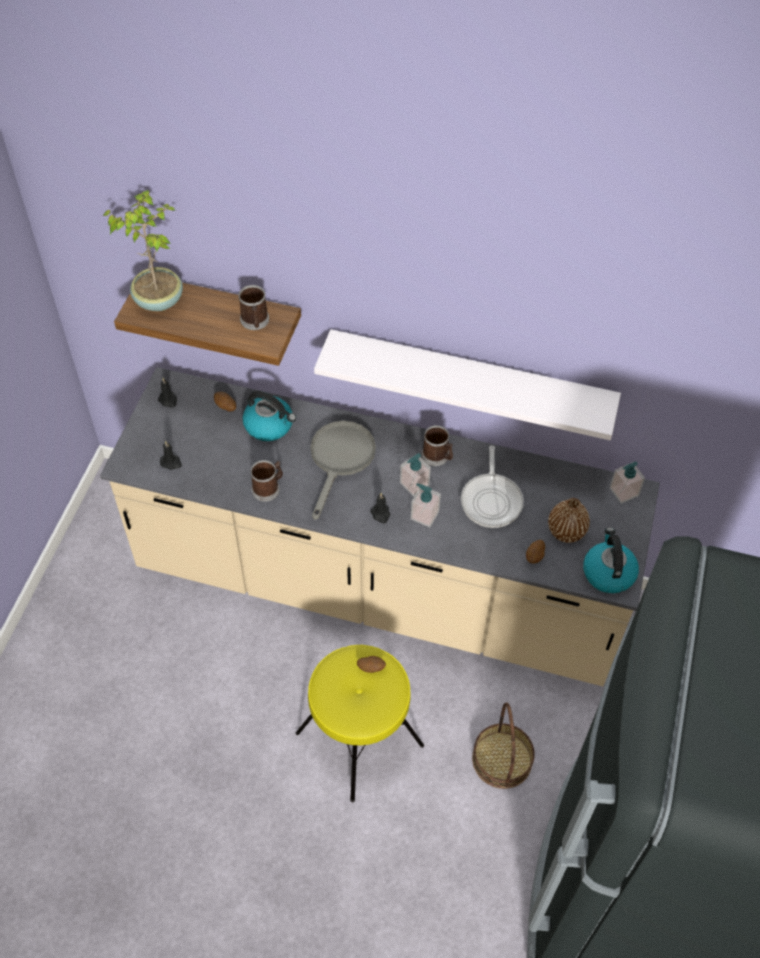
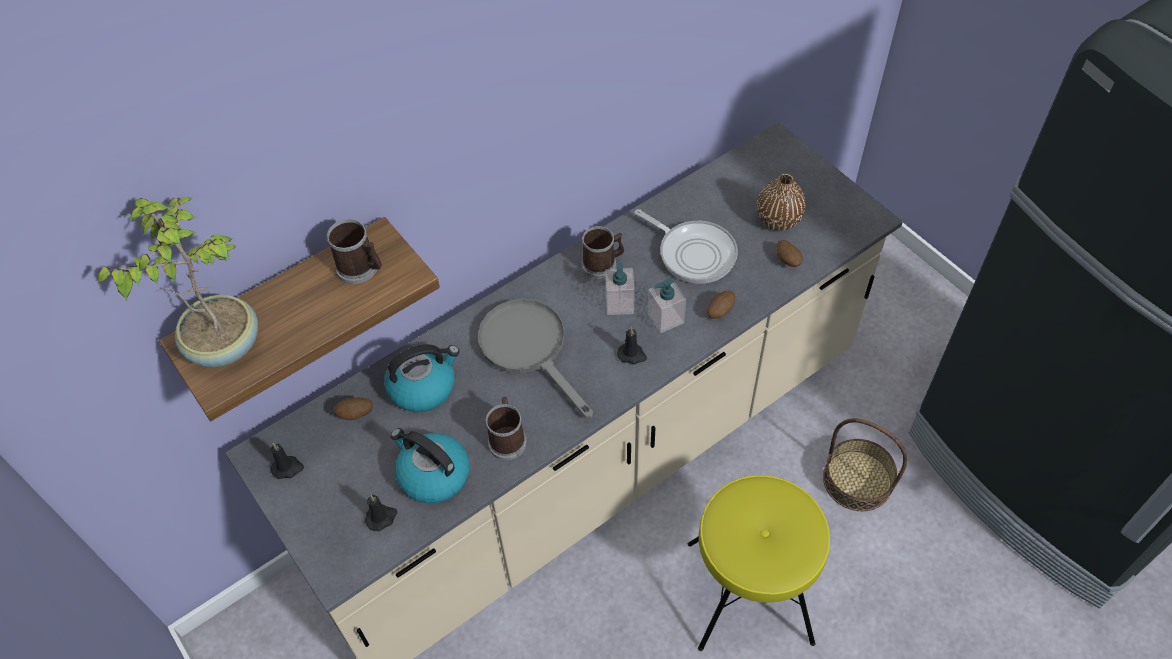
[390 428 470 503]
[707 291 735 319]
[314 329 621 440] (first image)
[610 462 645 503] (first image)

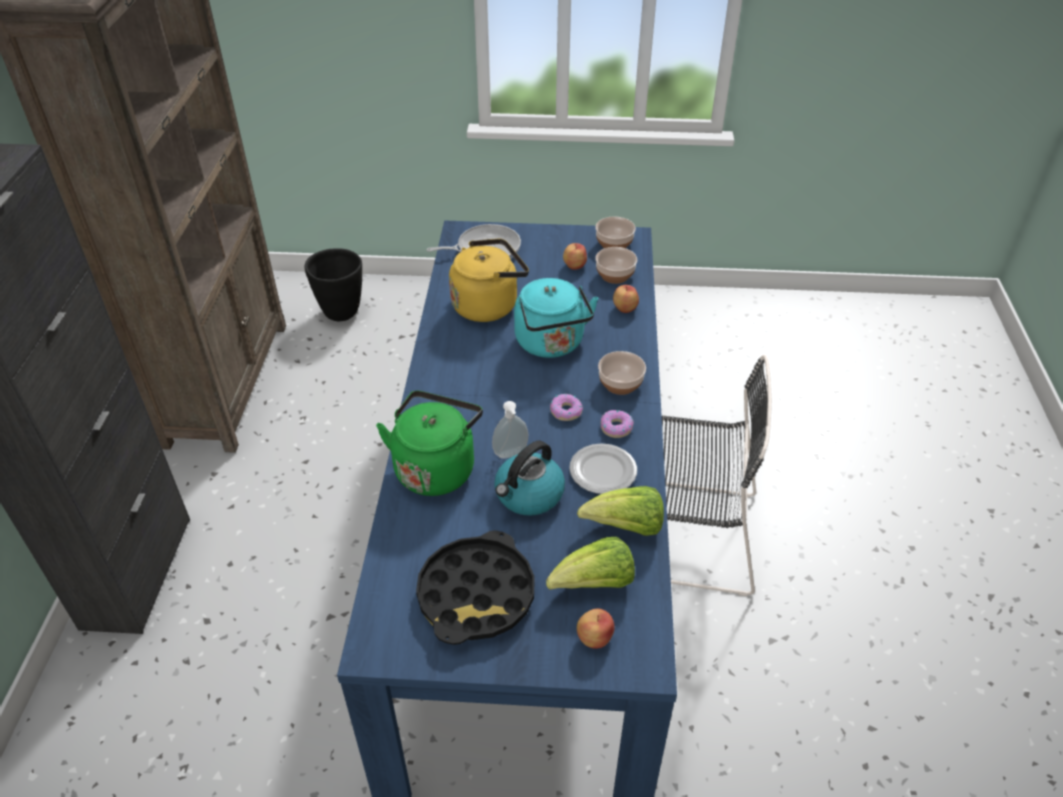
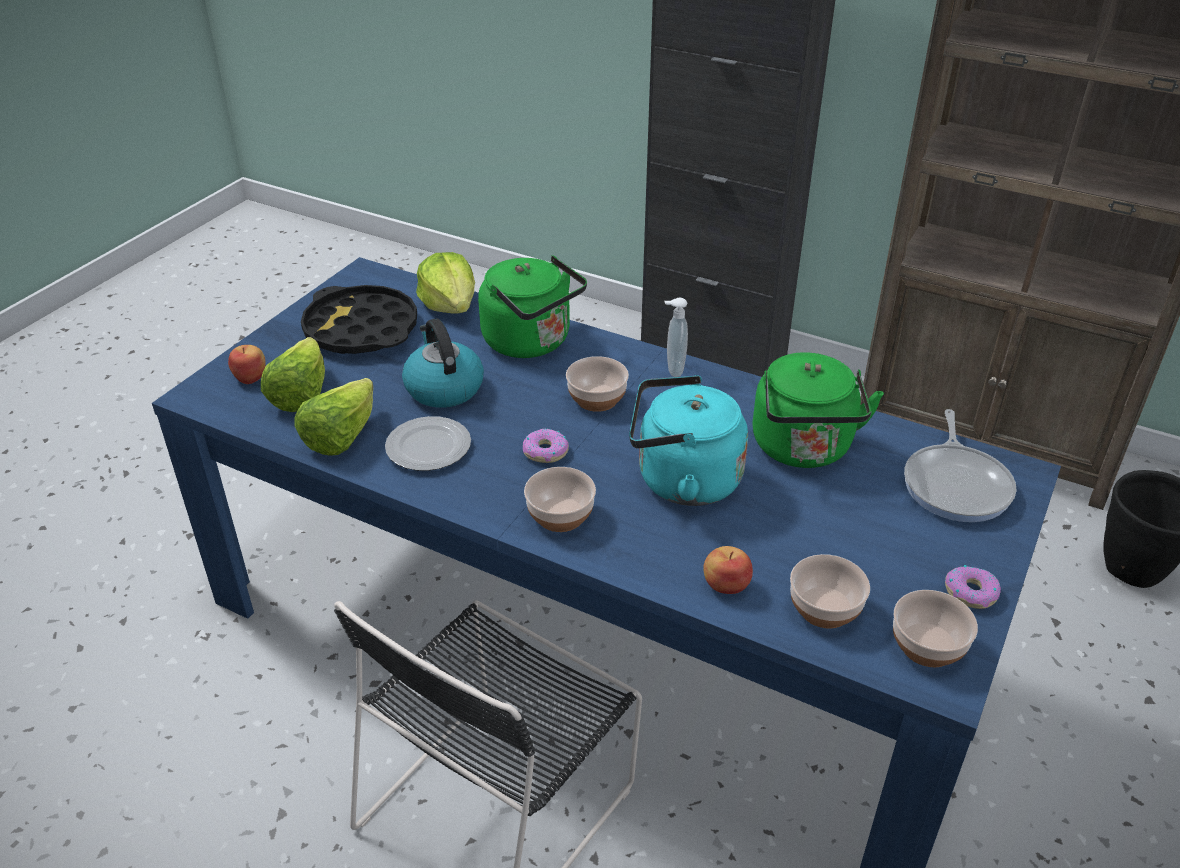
[416 252 475 313]
[566 356 629 412]
[664 298 688 377]
[753 352 884 468]
[945 565 1001 609]
[563 243 587 270] (first image)

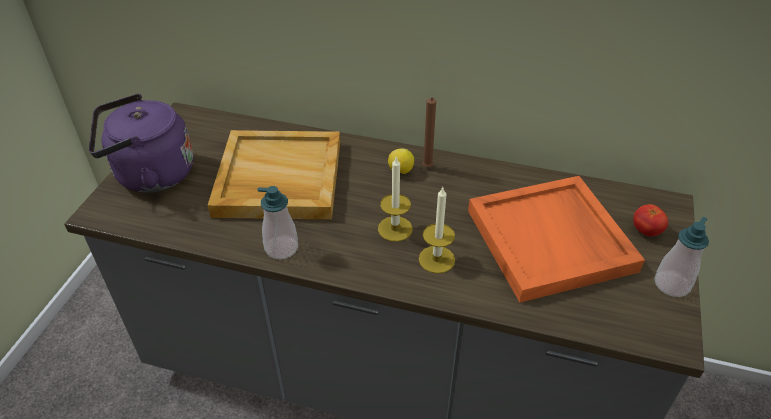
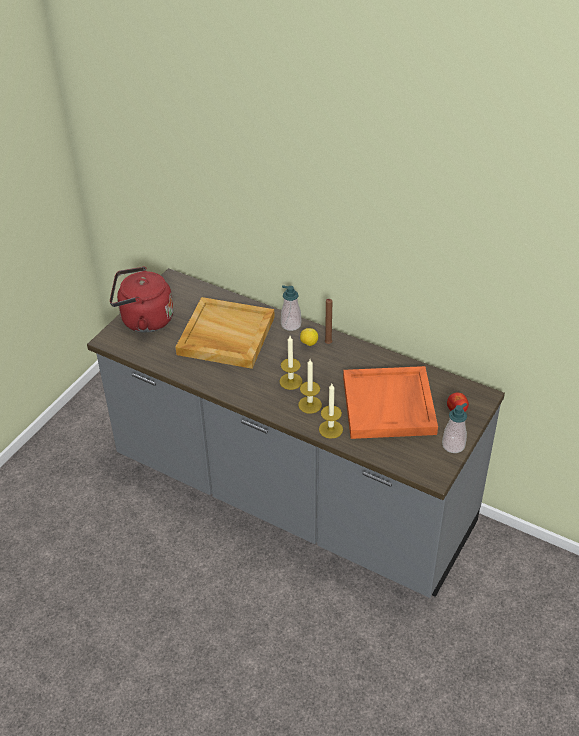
[110 267 173 333]
[281 285 301 331]
[319 384 343 439]

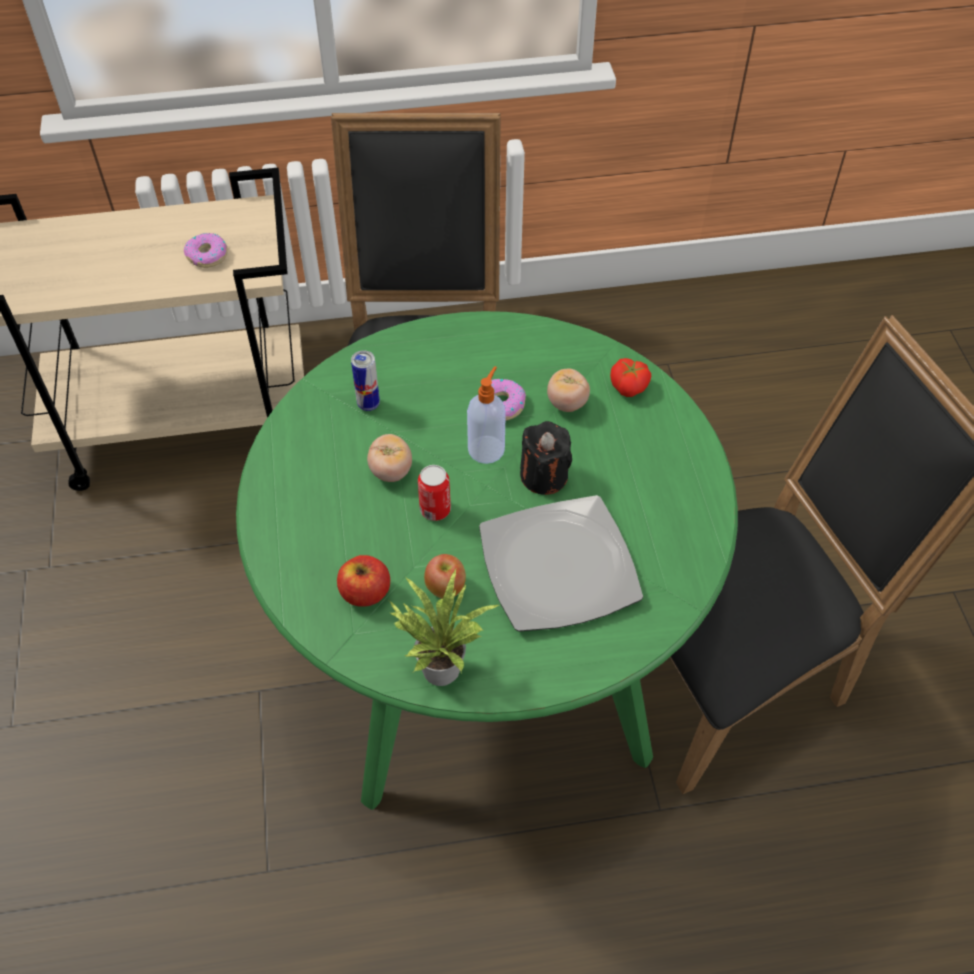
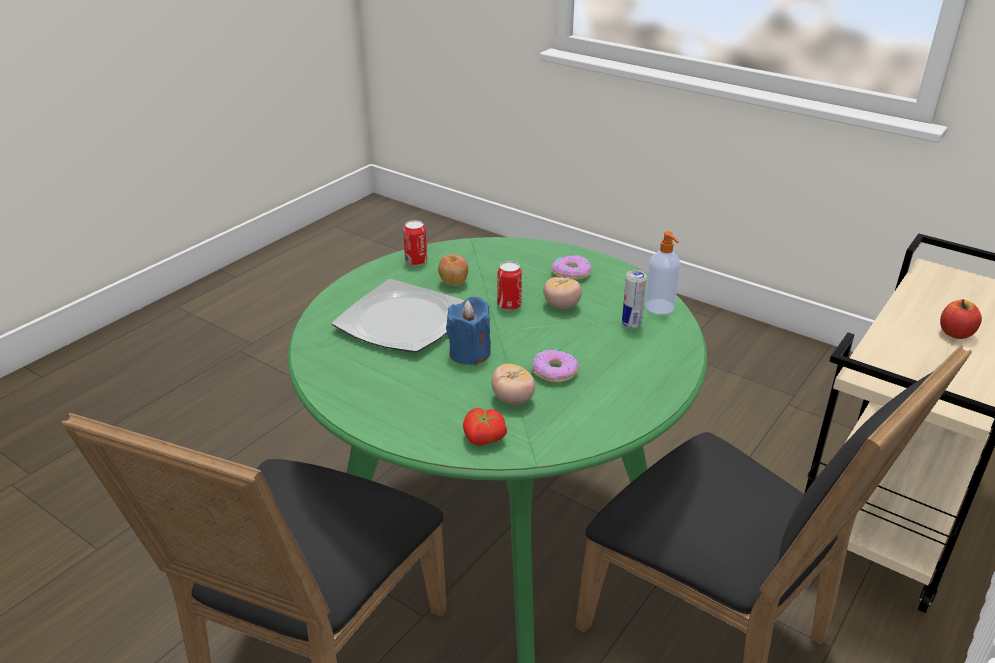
[403 220 427 266]
[446 297 491 365]
[552 255 591 280]
[645 231 680 314]
[940 299 982 339]

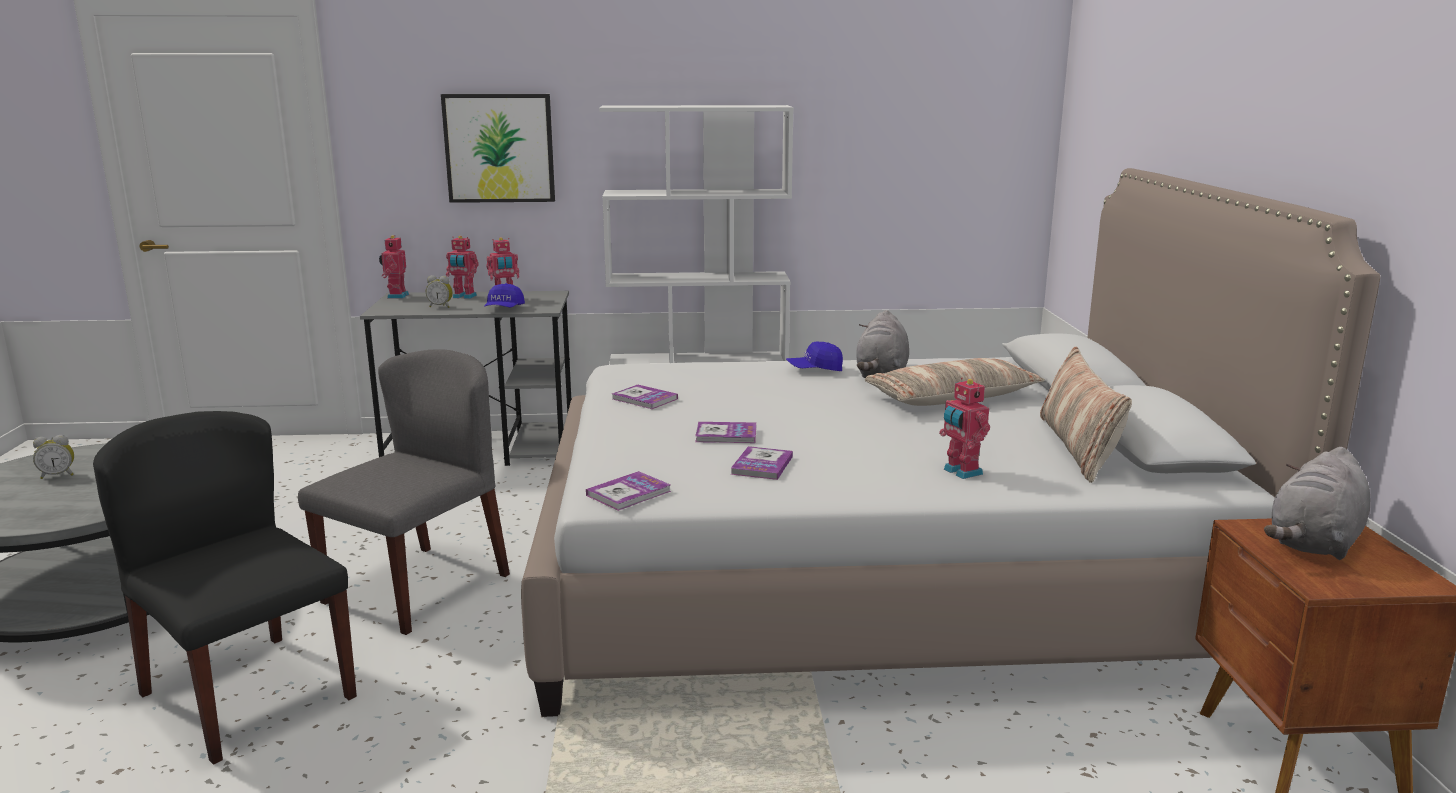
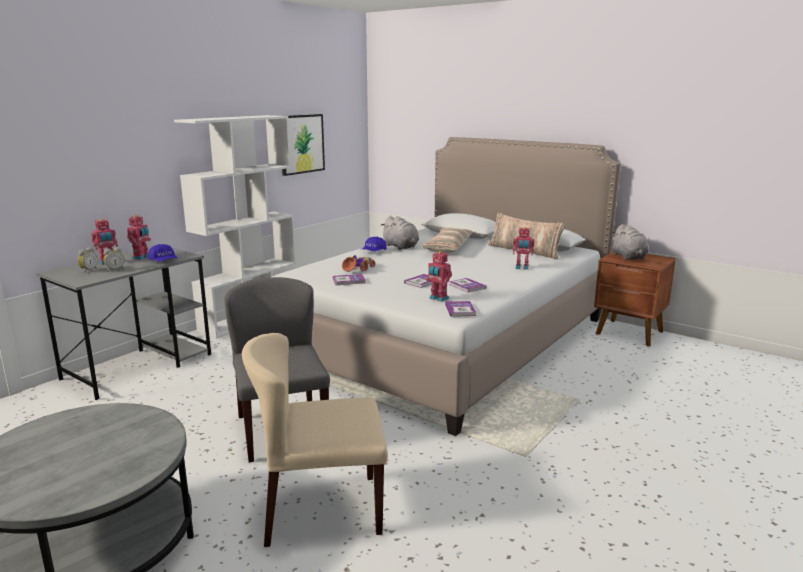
[78 247 98 273]
[242 333 388 547]
[282 114 325 176]
[342 255 375 272]
[426 251 452 302]

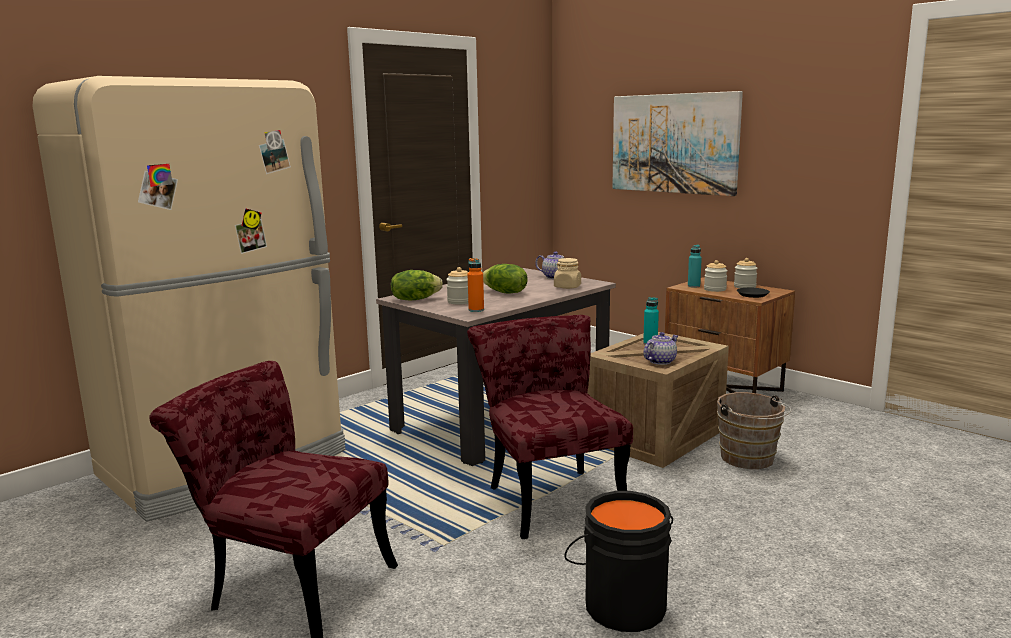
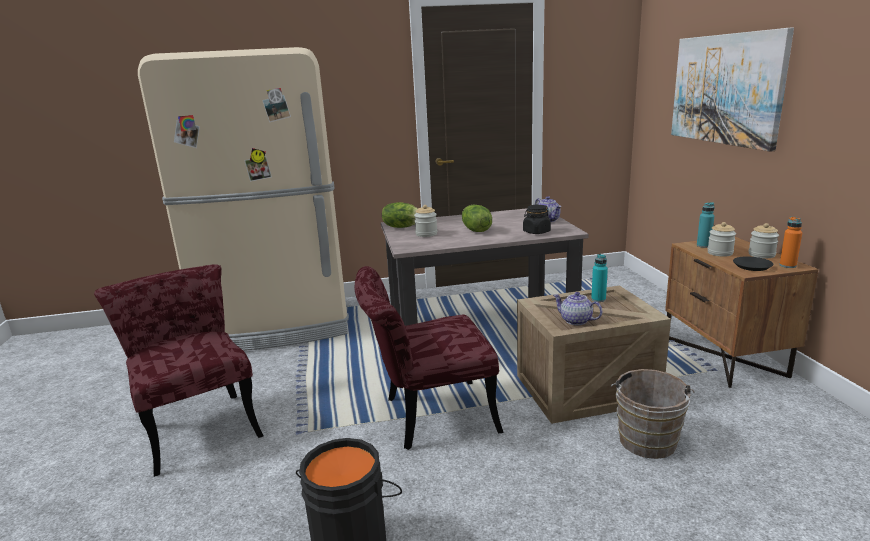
[354 266 504 450]
[523 205 551 234]
[553 292 602 325]
[779 217 802 268]

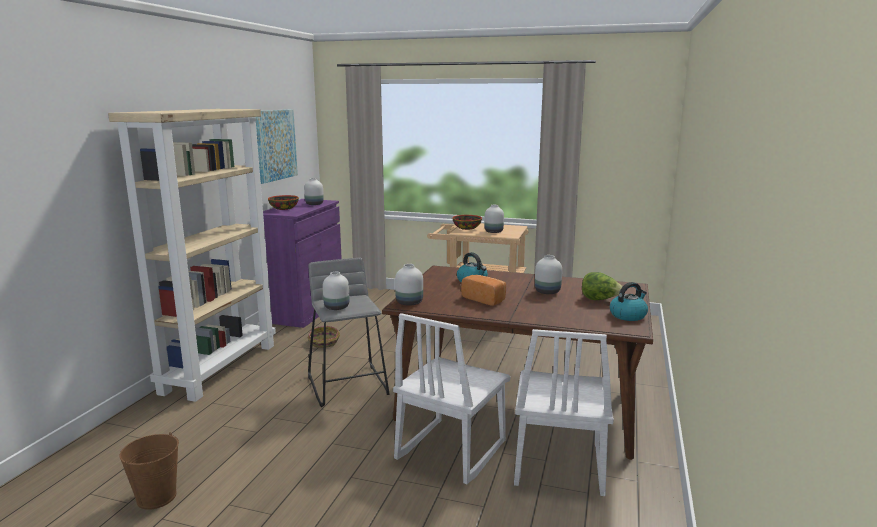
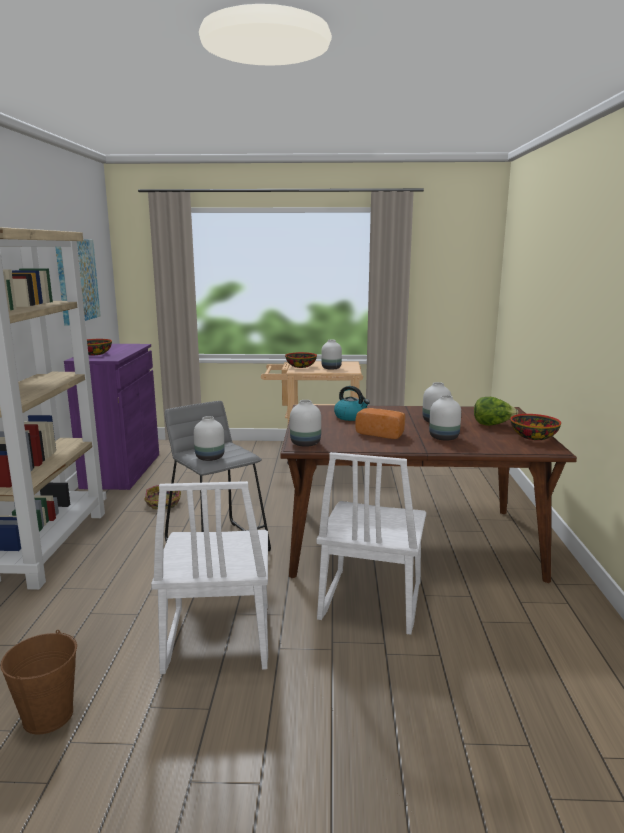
[151 481 268 674]
[429 395 461 441]
[510 414 561 440]

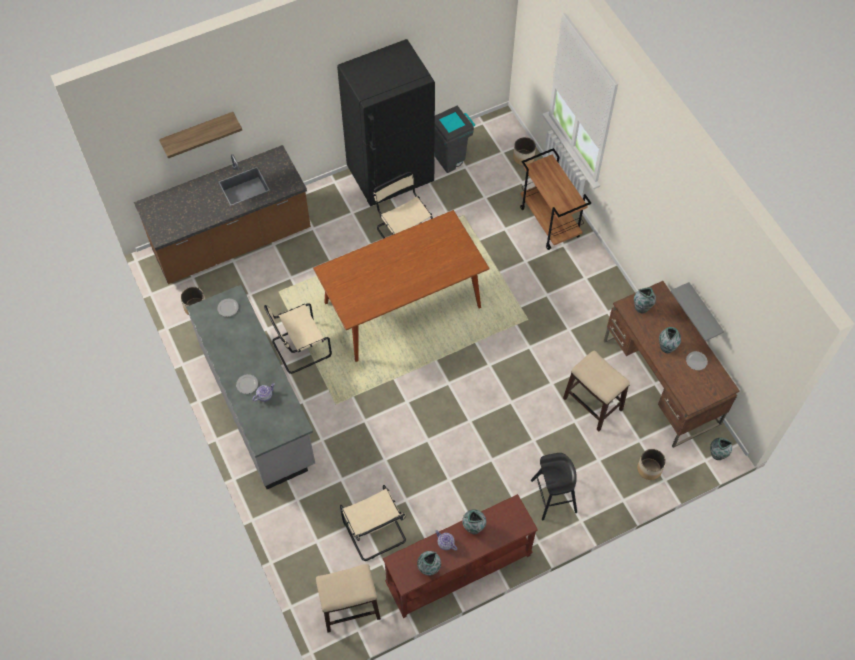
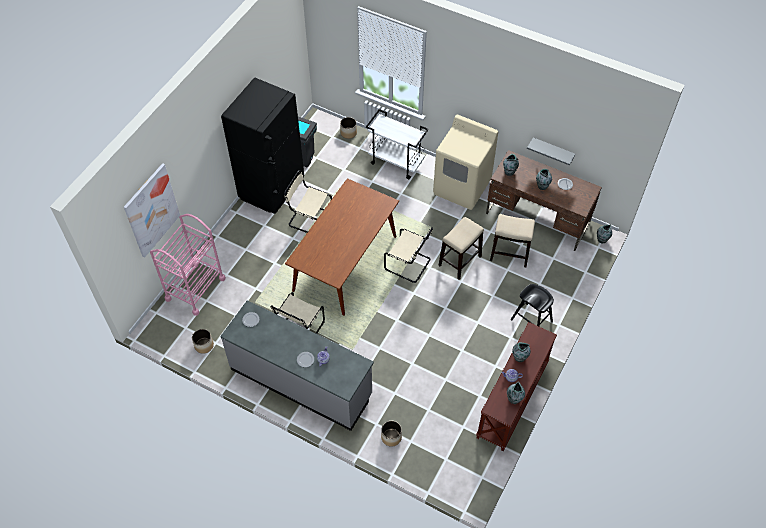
[124 163 180 258]
[150 214 226 316]
[366 109 429 179]
[381 421 402 447]
[384 228 433 283]
[433 115 498 210]
[438 217 484 279]

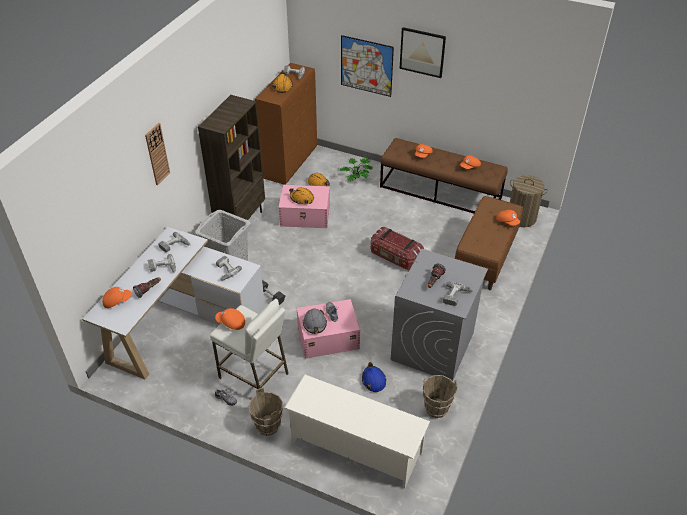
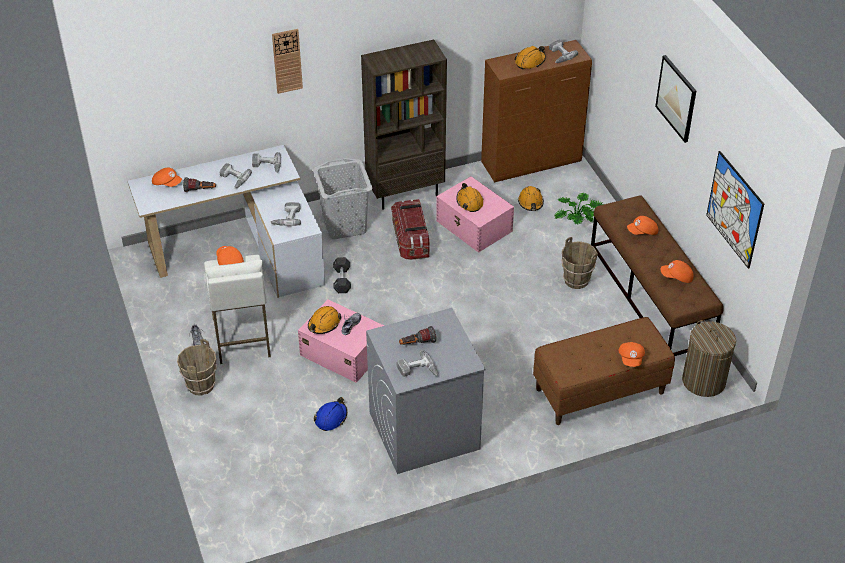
[308 306 341 334]
[391 199 429 260]
[561 237 598 289]
[706 151 764 269]
[284 374 430 489] (first image)

